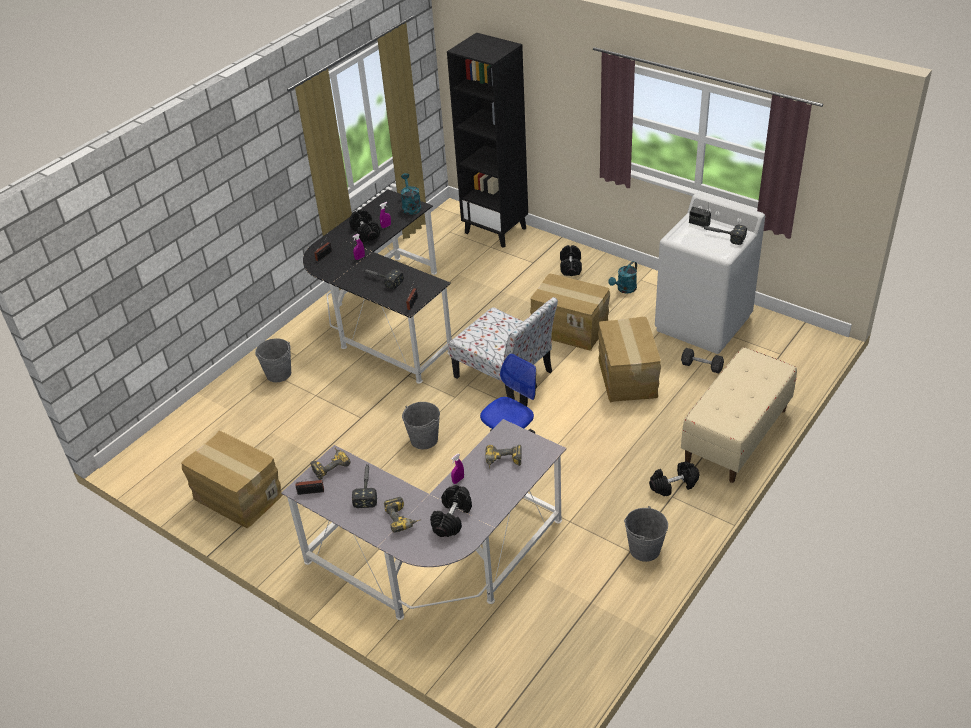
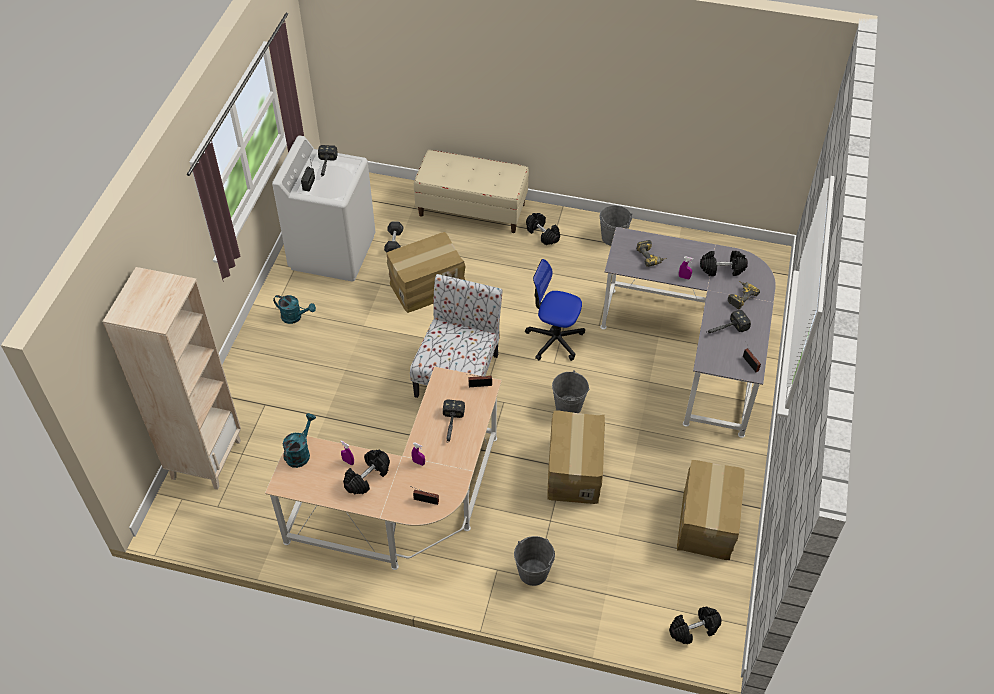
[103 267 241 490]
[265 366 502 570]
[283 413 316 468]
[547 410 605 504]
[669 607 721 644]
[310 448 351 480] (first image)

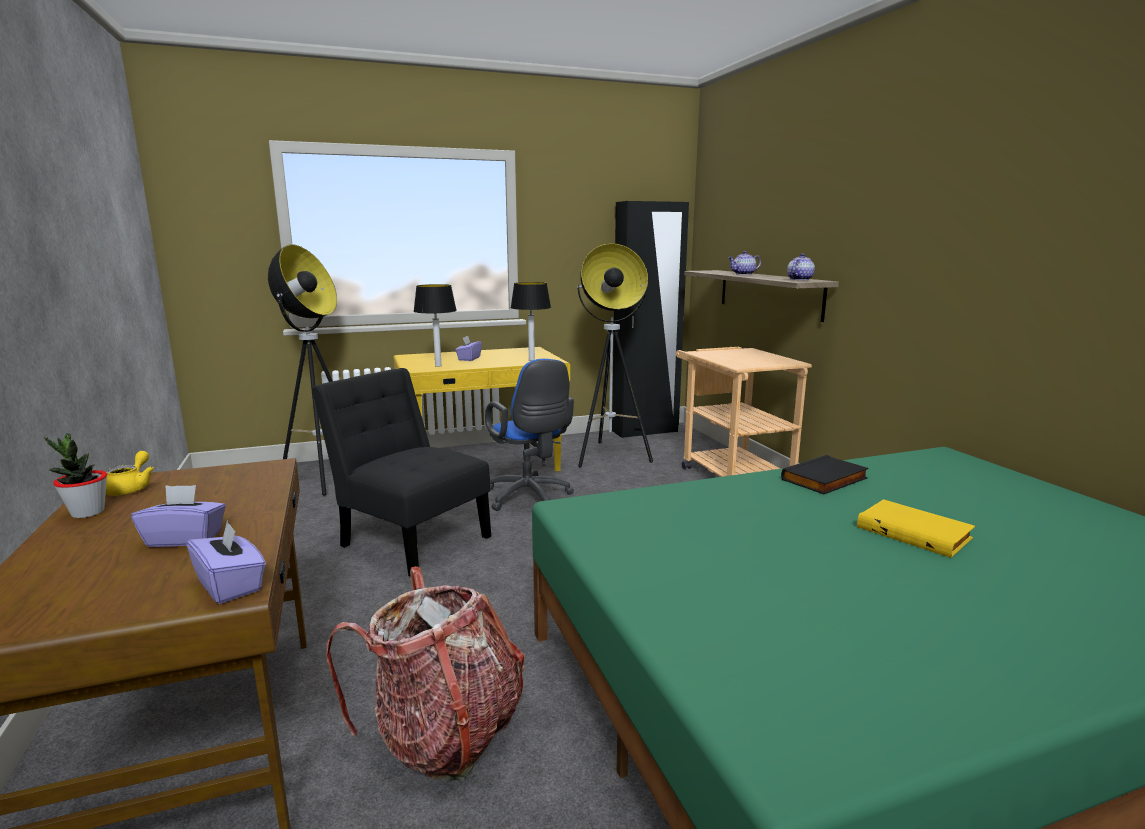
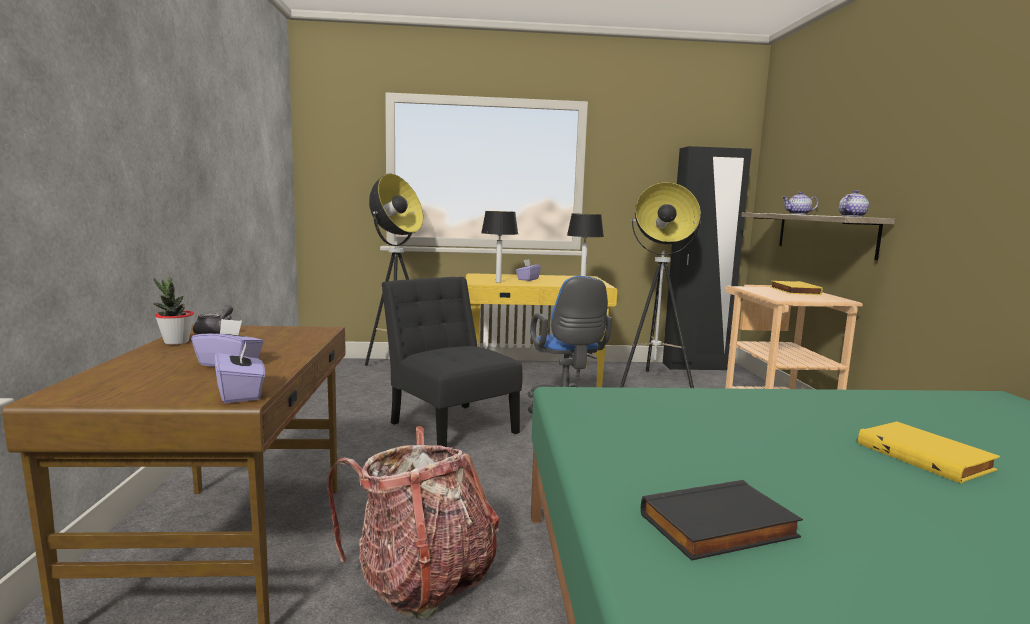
[193 305 233 334]
[641 480 803 561]
[771 281 823 295]

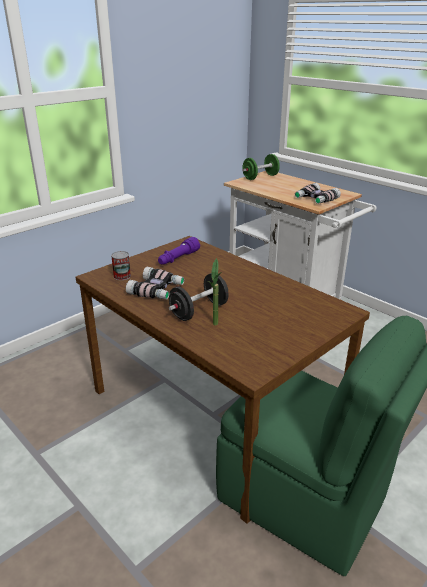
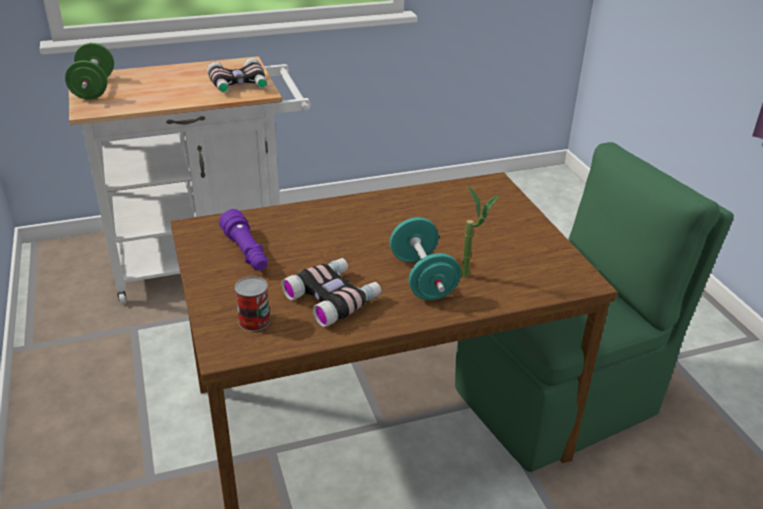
[390 217 461 300]

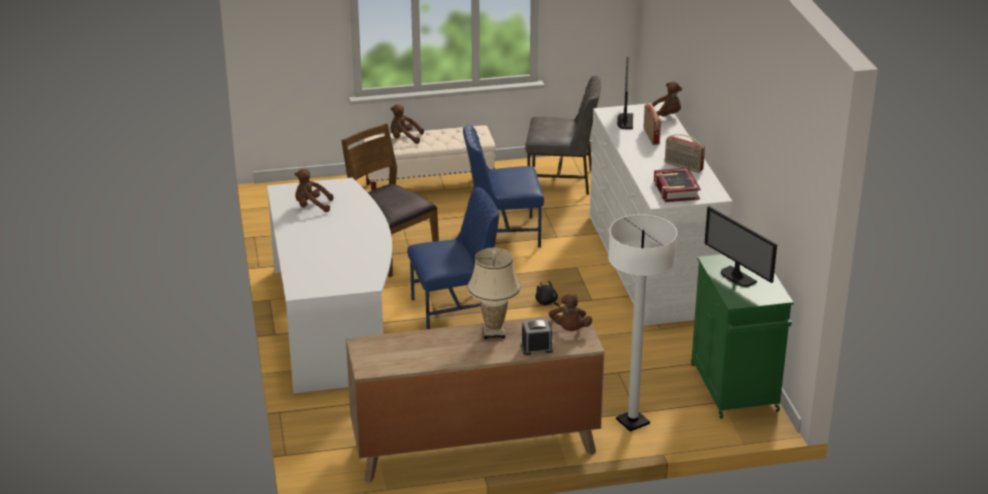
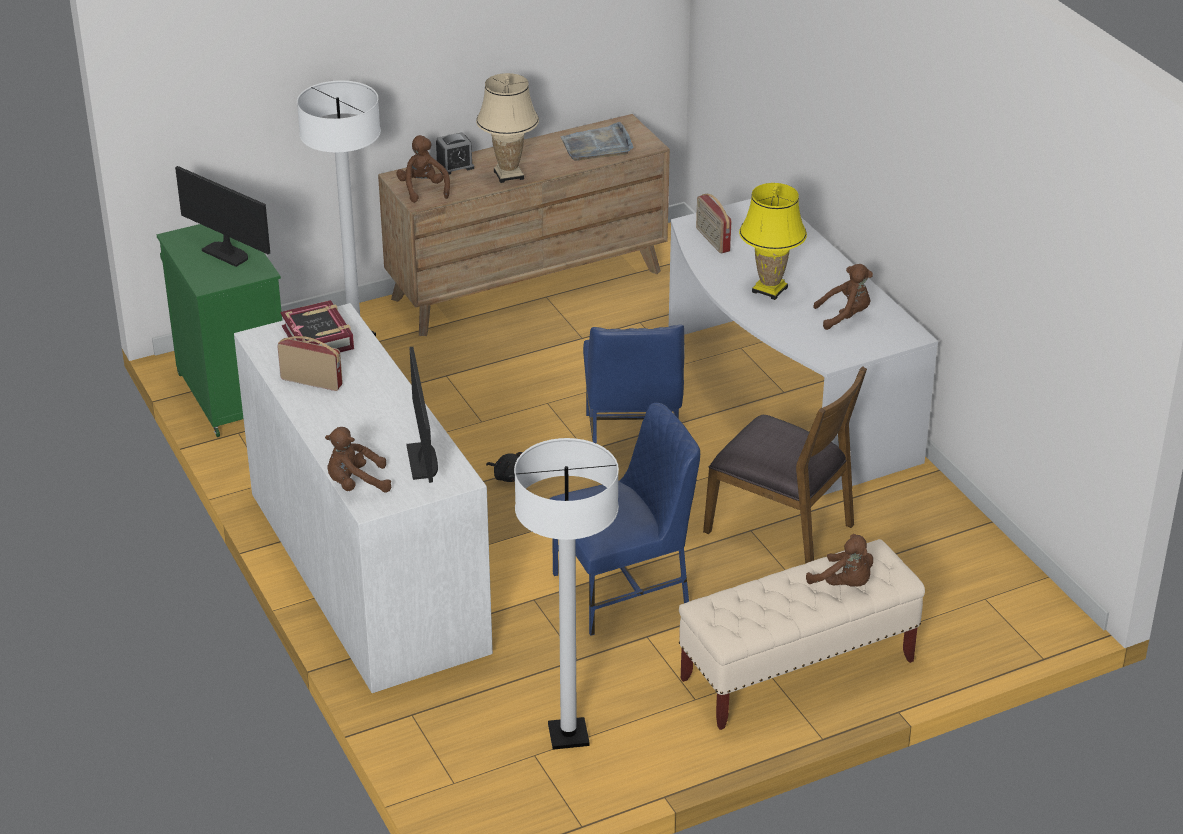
[514 438 619 750]
[560 122 633 161]
[583 324 685 444]
[696 194 731 253]
[739 183 807 300]
[806 534 873 587]

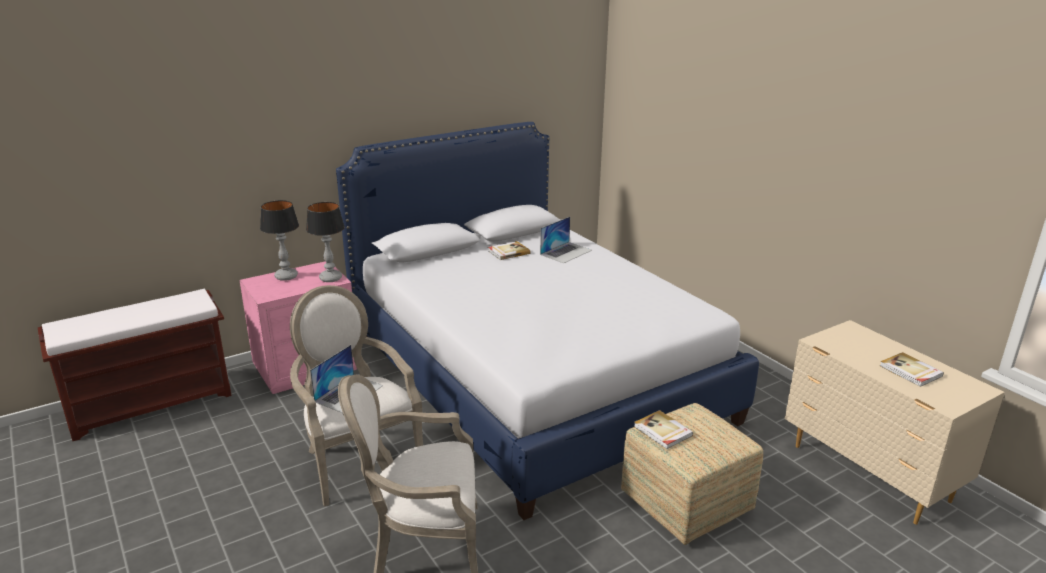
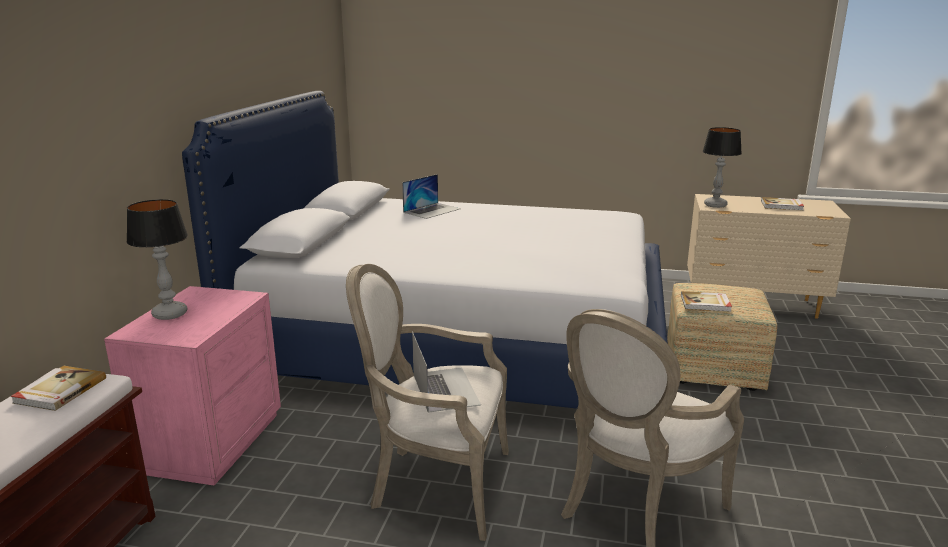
[11 366 106 411]
[402 174 461 219]
[702 127 742 208]

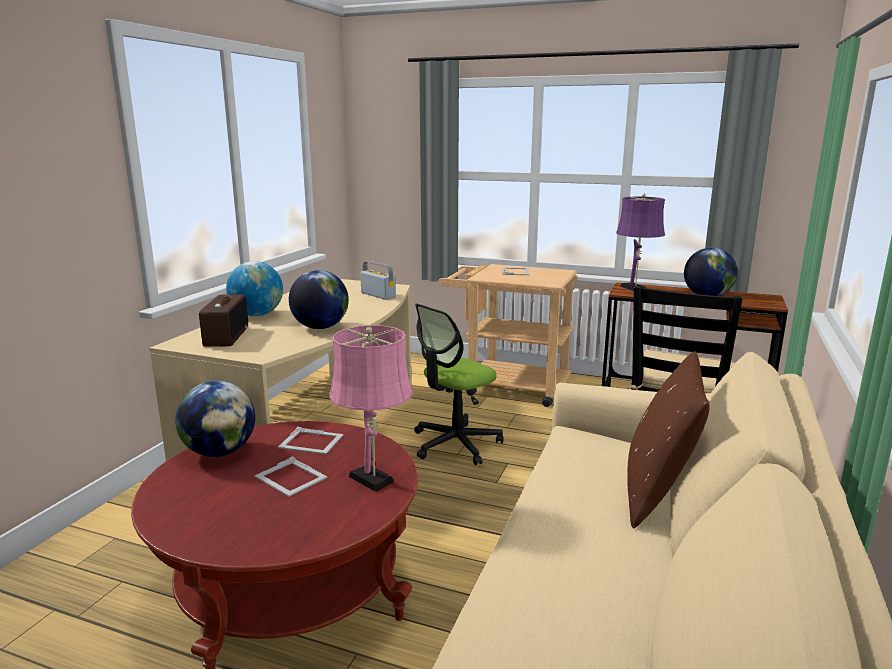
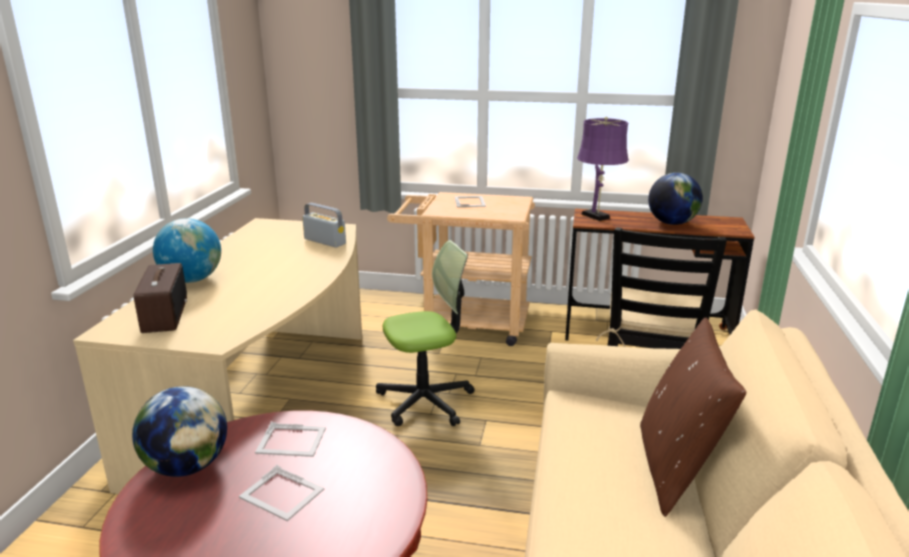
[376 240 474 426]
[289 270 349 329] (first image)
[329 325 413 492] (first image)

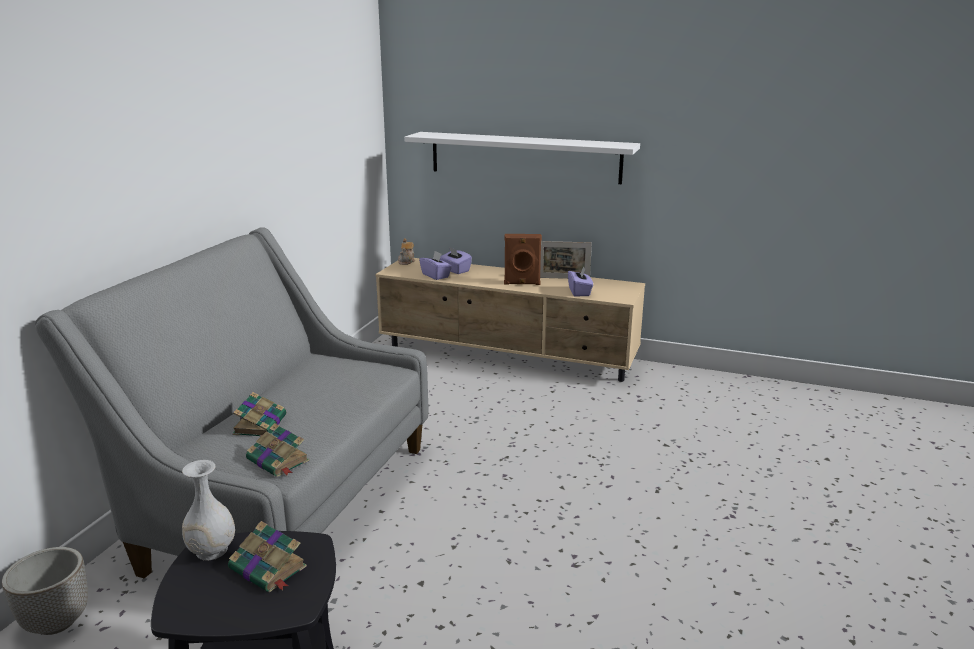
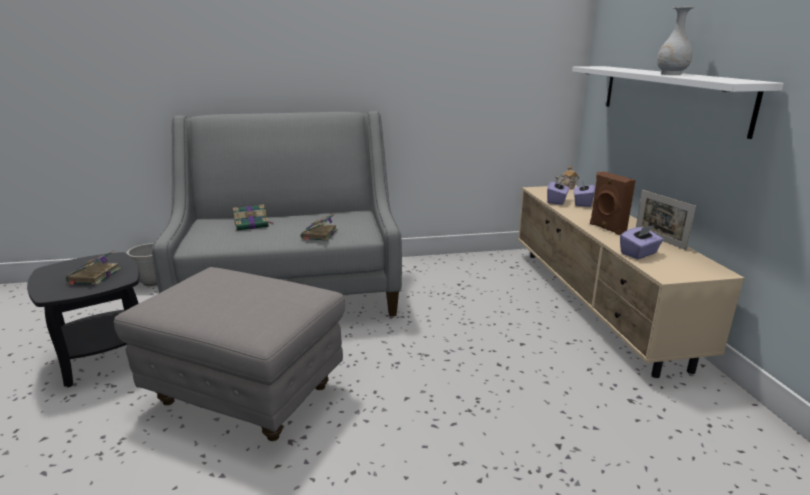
[114 267 345 441]
[301 213 338 241]
[657 7 695 75]

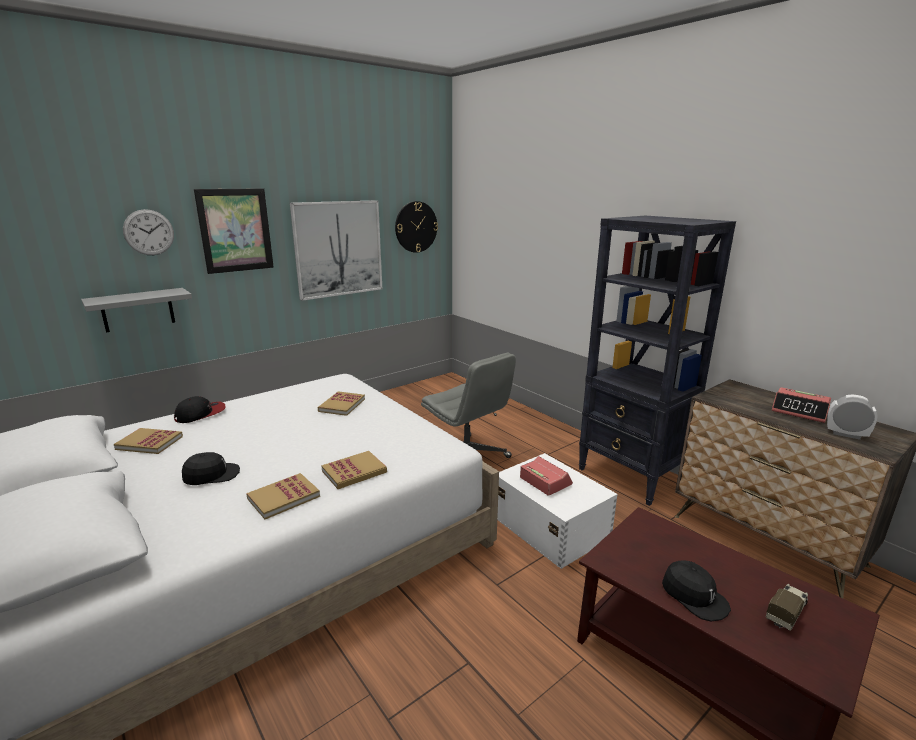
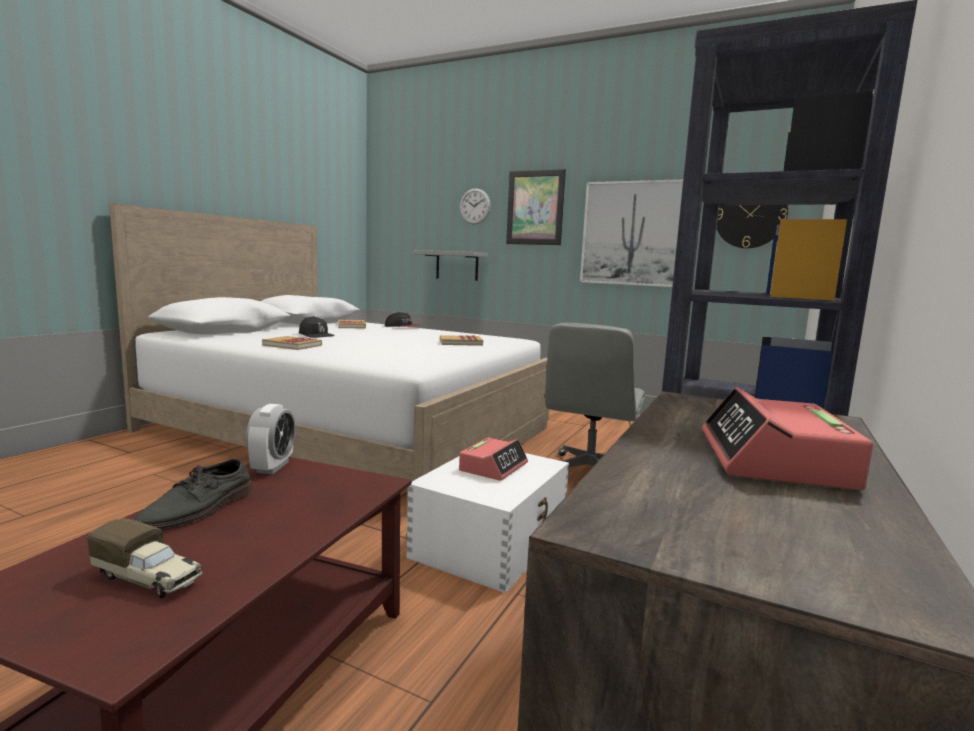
[134 459 253 531]
[246 404 296 474]
[321 451 387 489] (first image)

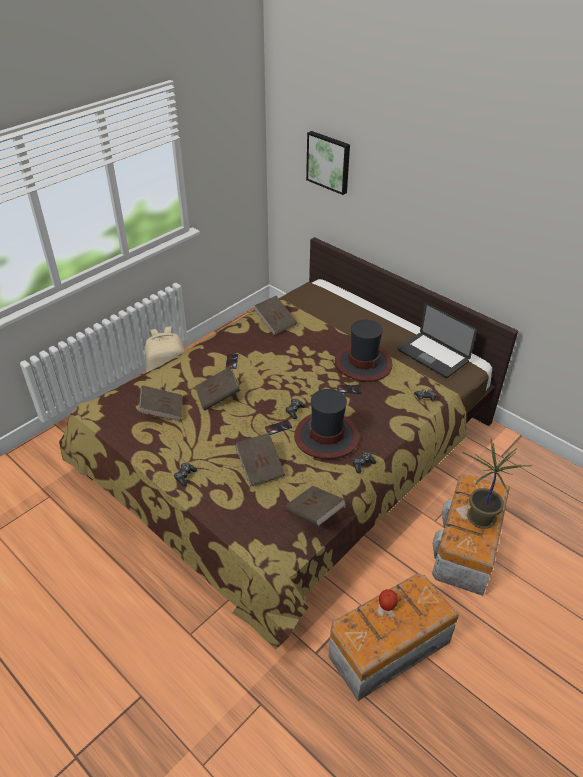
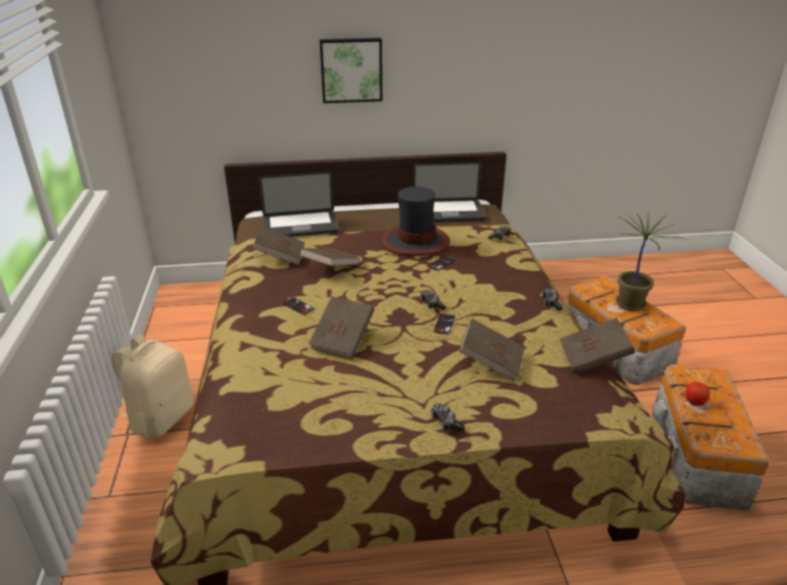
[259 171 339 237]
[299 248 360 266]
[319 38 382 103]
[294 389 359 459] (first image)

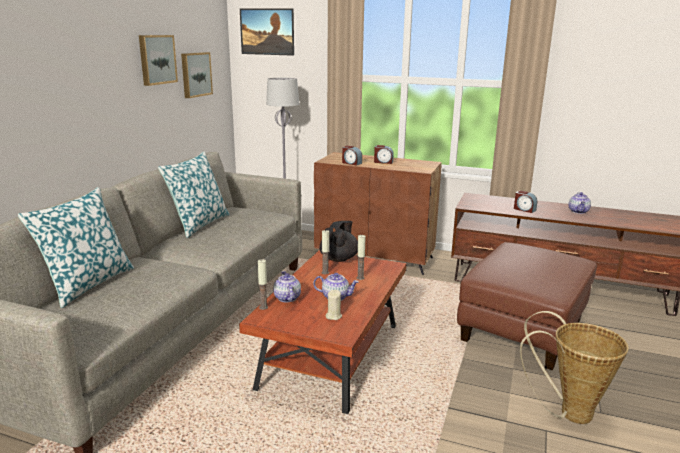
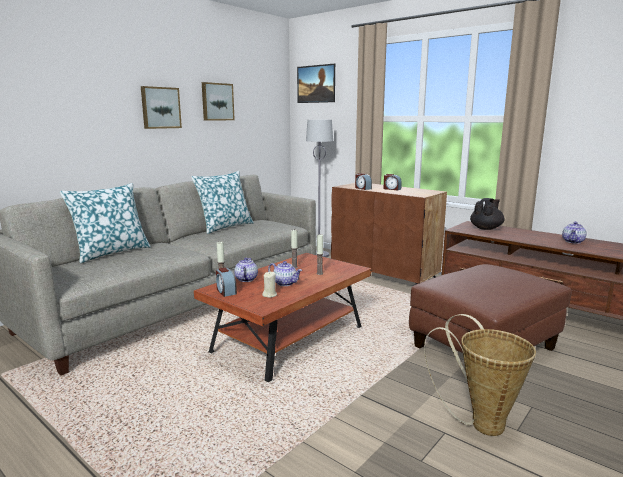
[141 86 182 129]
[216 268 237 297]
[470 198 505 230]

